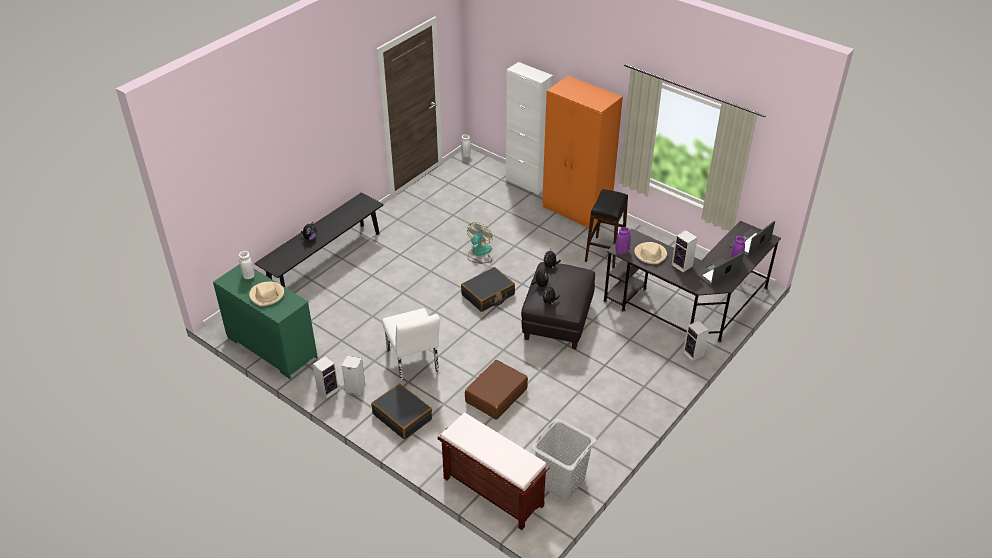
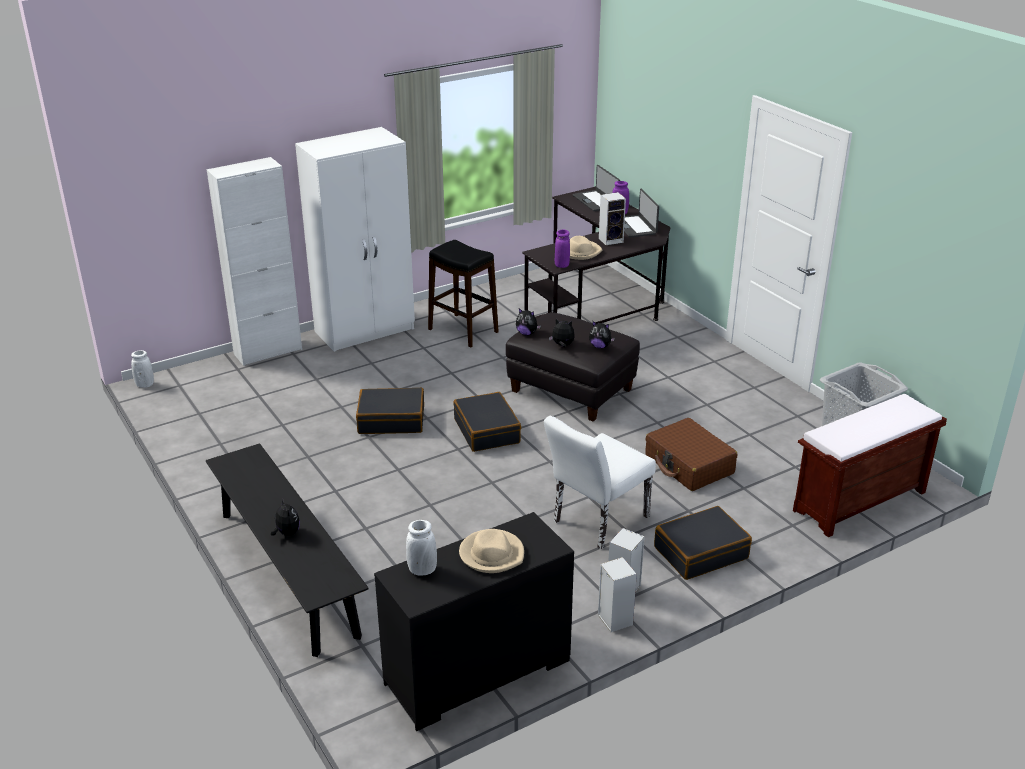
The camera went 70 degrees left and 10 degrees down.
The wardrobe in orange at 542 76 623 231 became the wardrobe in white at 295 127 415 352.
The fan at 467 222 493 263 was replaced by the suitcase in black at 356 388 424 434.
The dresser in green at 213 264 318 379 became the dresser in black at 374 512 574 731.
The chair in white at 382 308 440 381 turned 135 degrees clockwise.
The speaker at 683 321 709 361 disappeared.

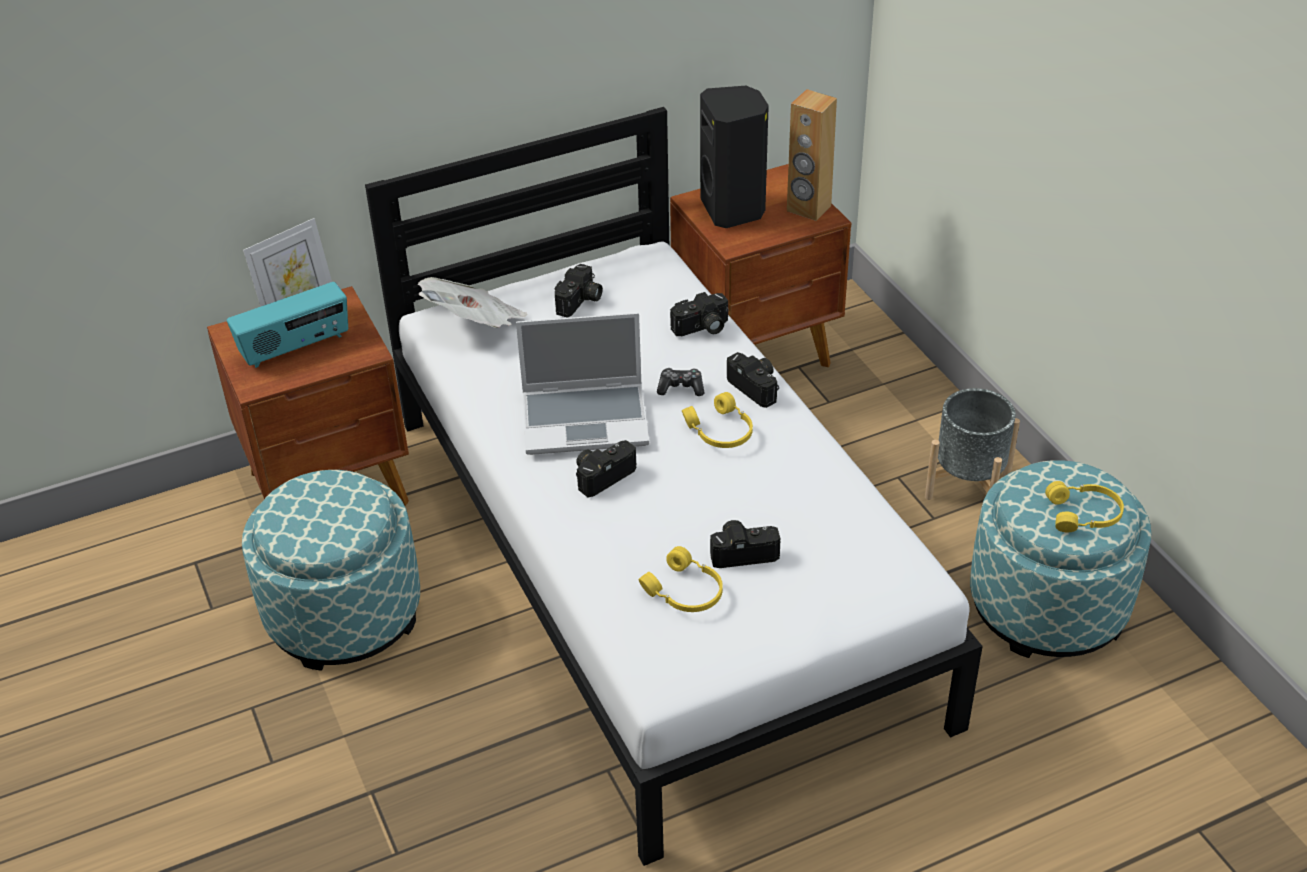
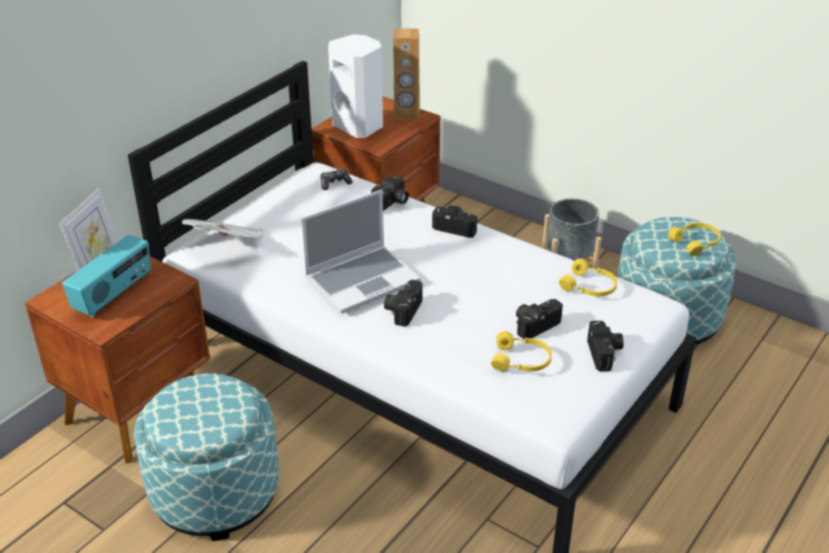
The camera went 30 degrees left and 5 degrees down.
The speaker in black at 700 86 769 228 became the speaker in white at 328 34 383 138.
The photo camera moved from 554 264 603 318 to 587 321 624 372.
The game controller moved from 657 368 704 396 to 320 169 353 190.
The headphones in yellow moved from 682 392 753 448 to 559 258 617 296.

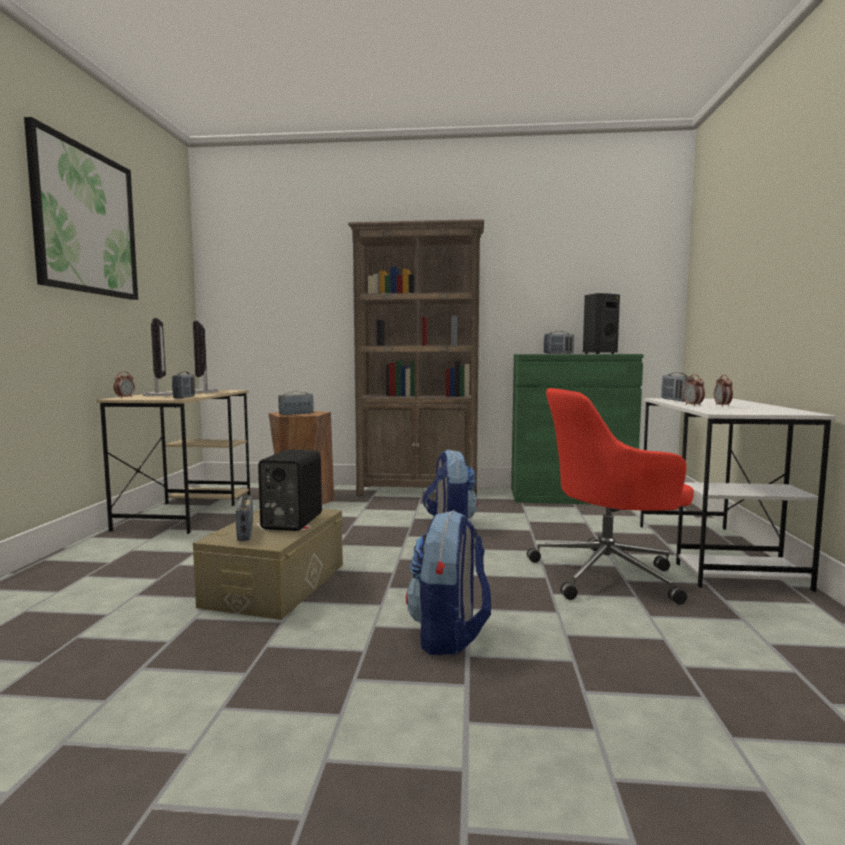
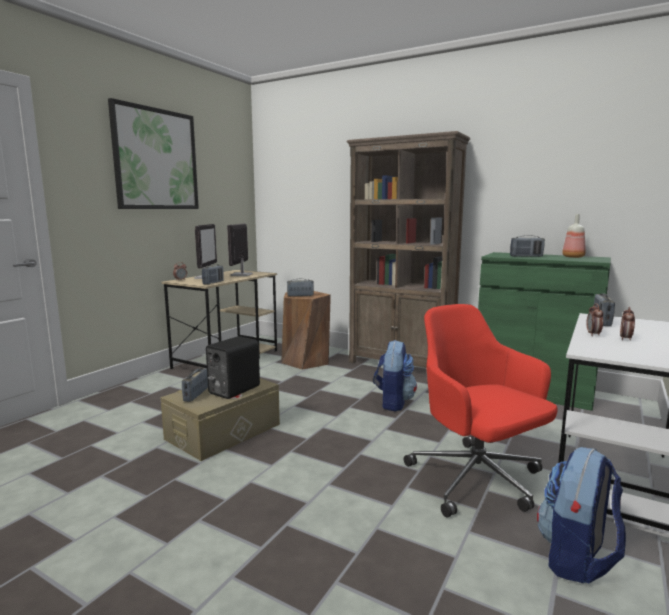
The camera went 25 degrees right and 5 degrees up.
The speaker in black at 583 293 620 354 was replaced by the bottle at 562 214 586 258.
The office chair in red at 527 388 694 605 turned 45 degrees clockwise.
The backpack moved from 406 510 491 655 to 537 447 626 583.

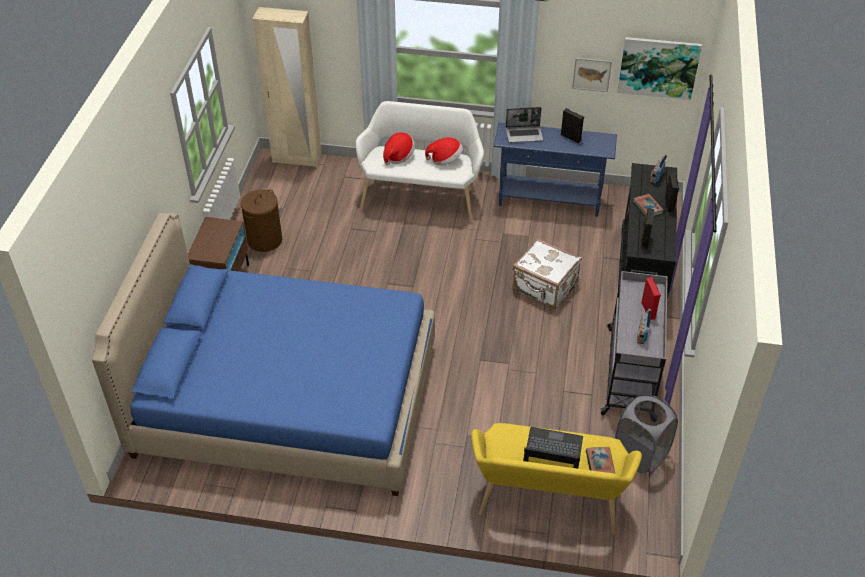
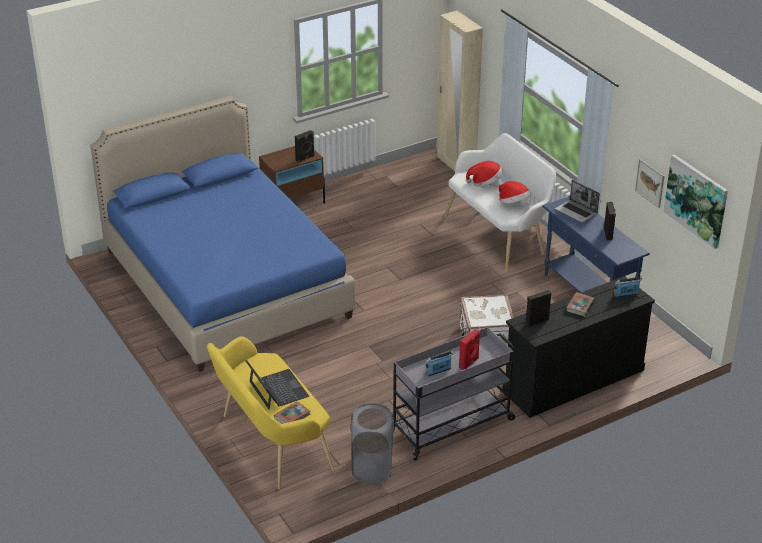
The camera went 50 degrees right and 10 degrees down.
The speaker in black moved from 665 172 679 213 to 295 130 315 162.
The laundry basket in brown at 241 189 282 252 disappeared.

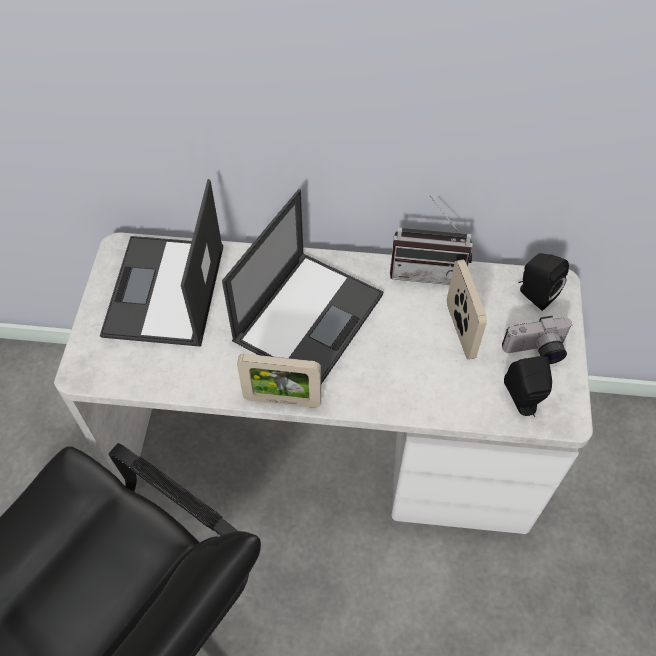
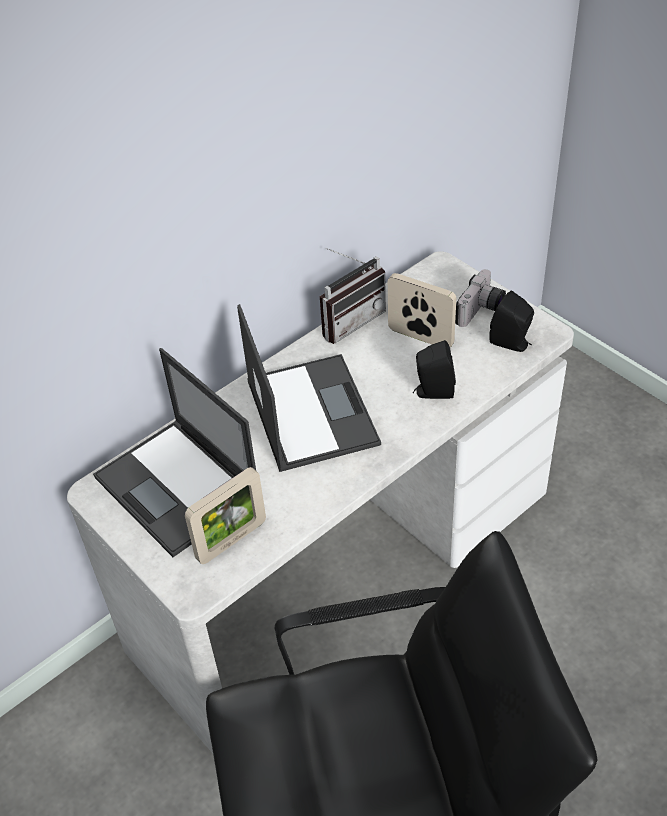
The camera went 45 degrees left and 10 degrees down.
The speaker in black moved from 518 253 569 311 to 413 340 456 399.
The picture frame moved from 237 354 321 408 to 185 467 266 564.

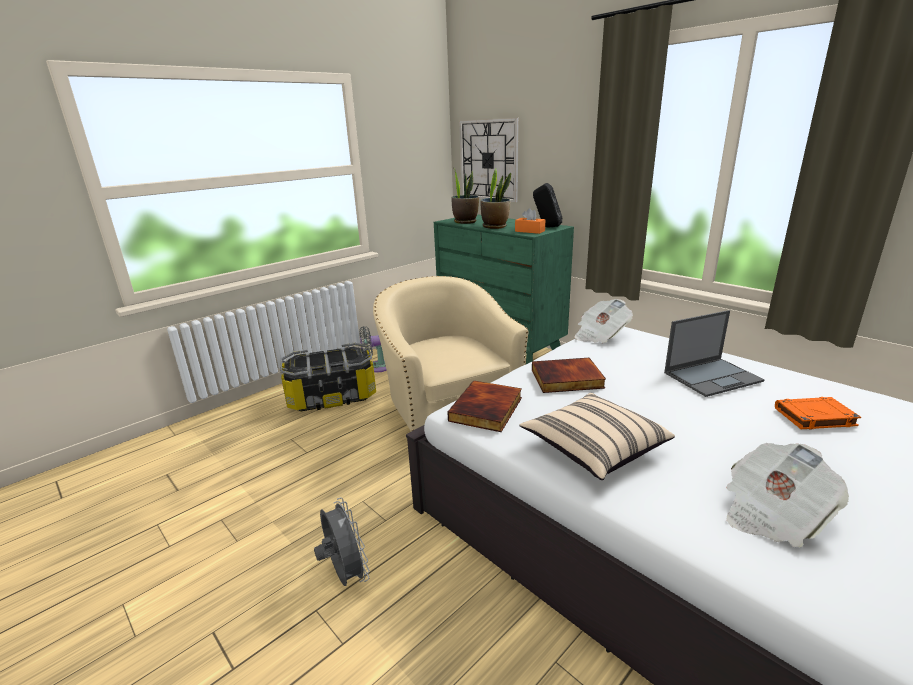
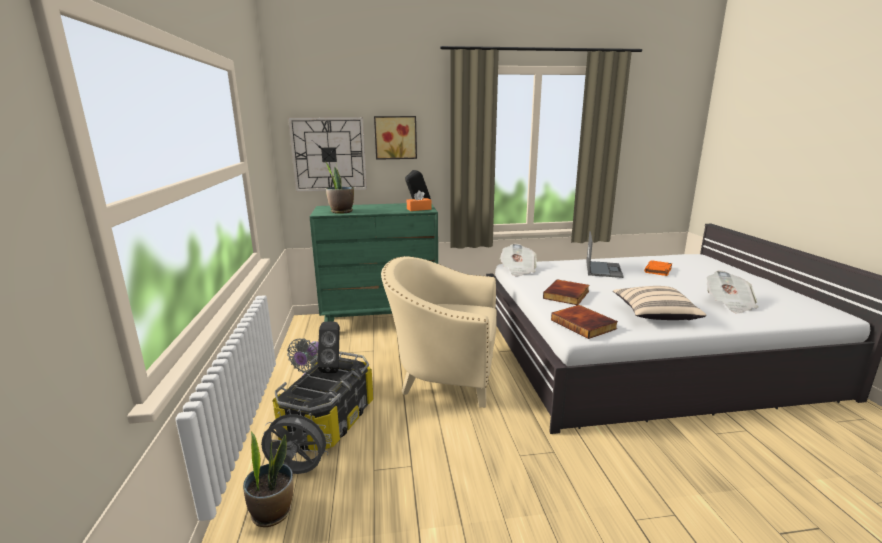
The camera went 55 degrees left and 5 degrees down.
The potted plant moved from 481 168 511 229 to 243 432 293 527.
The fan in grey moved from 314 497 370 586 to 261 409 331 474.
The picture at 374 116 417 160 appeared.
The speaker in black at 317 321 340 373 appeared.

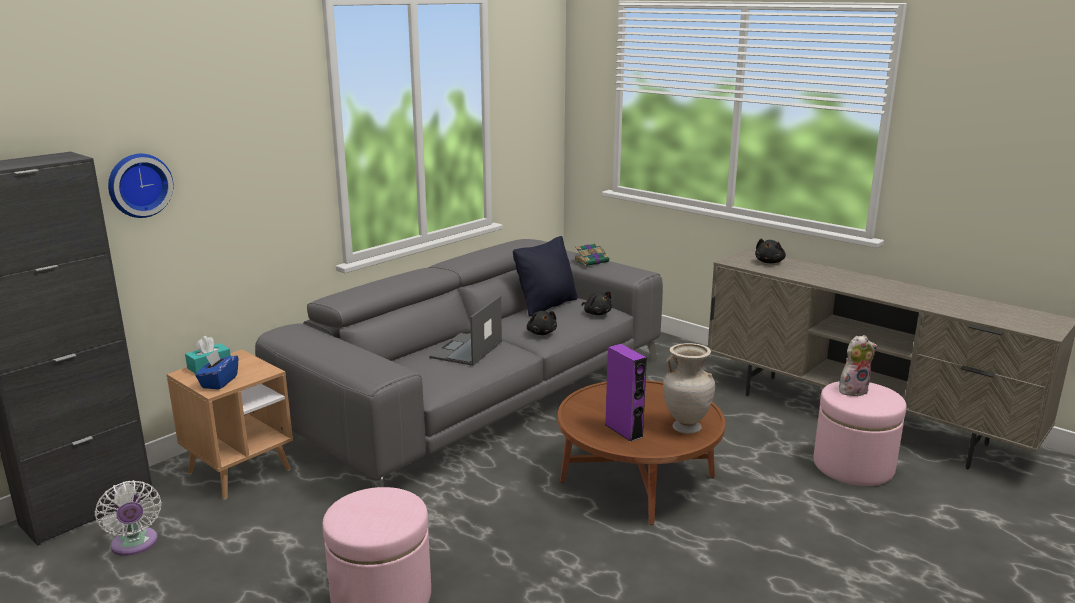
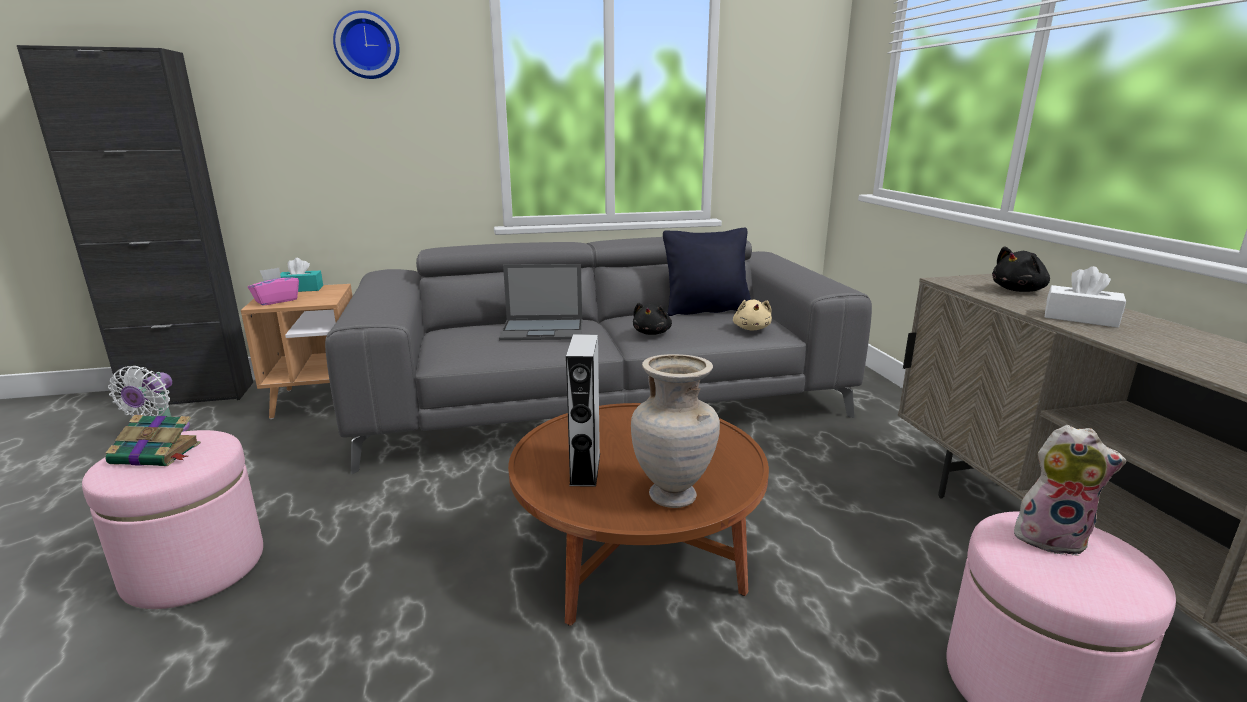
The camera went 35 degrees right and 0 degrees up.
The wall clock moved from 108 154 173 218 to 333 10 400 79.
The book moved from 574 243 609 266 to 106 415 201 466.
The plush toy in black at 582 291 612 315 became the plush toy in beige at 733 299 772 330.
The laptop at 429 296 502 366 turned 150 degrees counterclockwise.
The speaker in purple at 605 344 647 442 became the speaker in grey at 566 334 600 487.
The tissue box in blue at 195 350 238 390 became the tissue box in pink at 248 268 299 306.
The tissue box in white at 1045 266 1126 328 appeared.

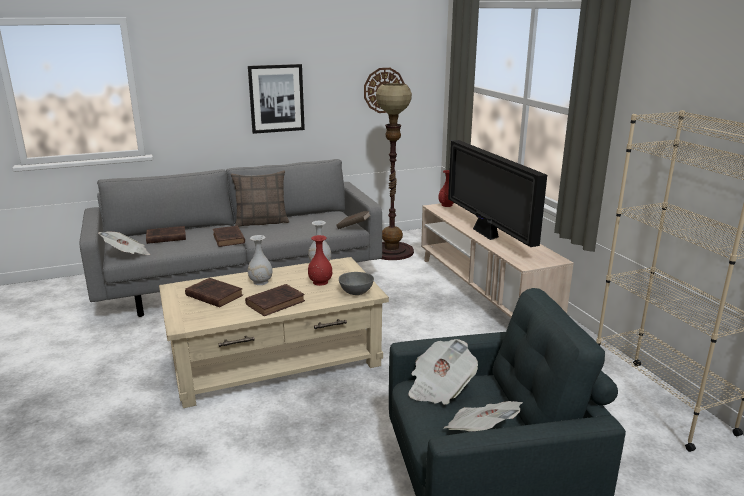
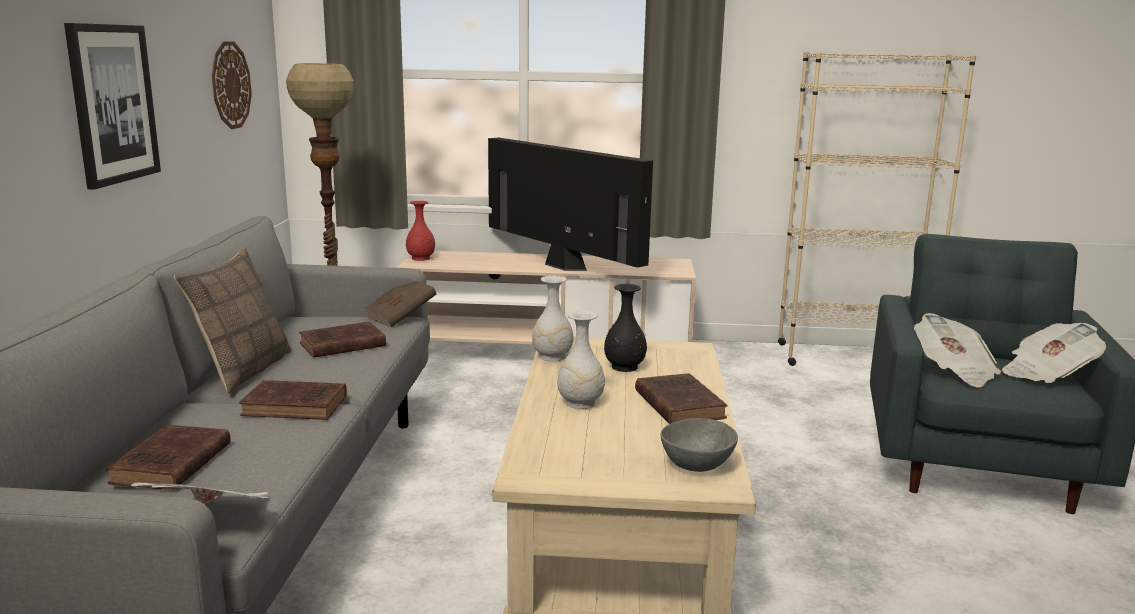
The camera went 65 degrees left and 5 degrees down.
The television at 448 140 547 247 turned 135 degrees counterclockwise.
The vase in red at 308 235 332 286 became the vase in black at 604 284 647 372.
The bowl in grey moved from 339 272 374 295 to 661 418 738 472.
The book in brown moved from 185 278 243 307 to 299 322 386 358.

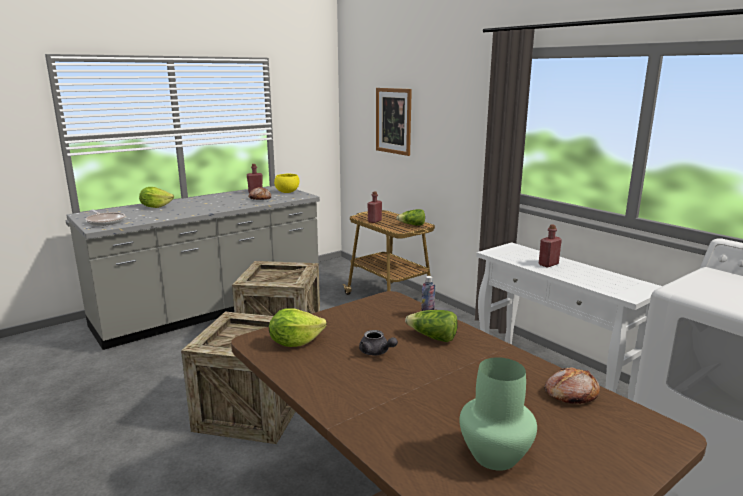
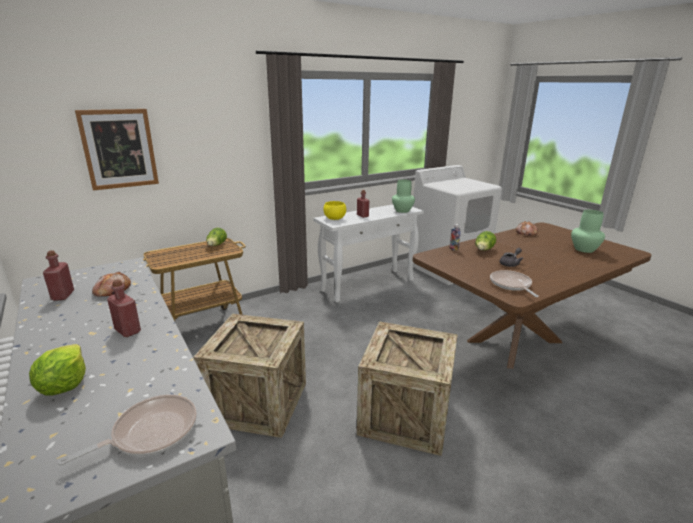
The camera went 85 degrees left and 5 degrees up.
The bowl in yellow moved from 274 173 300 193 to 323 201 346 220.
The bottle in red moved from 368 191 382 223 to 107 280 141 337.
The lettuce at 269 308 327 347 was replaced by the frying pan at 490 270 539 297.
The vase in green at 392 179 415 213 appeared.

